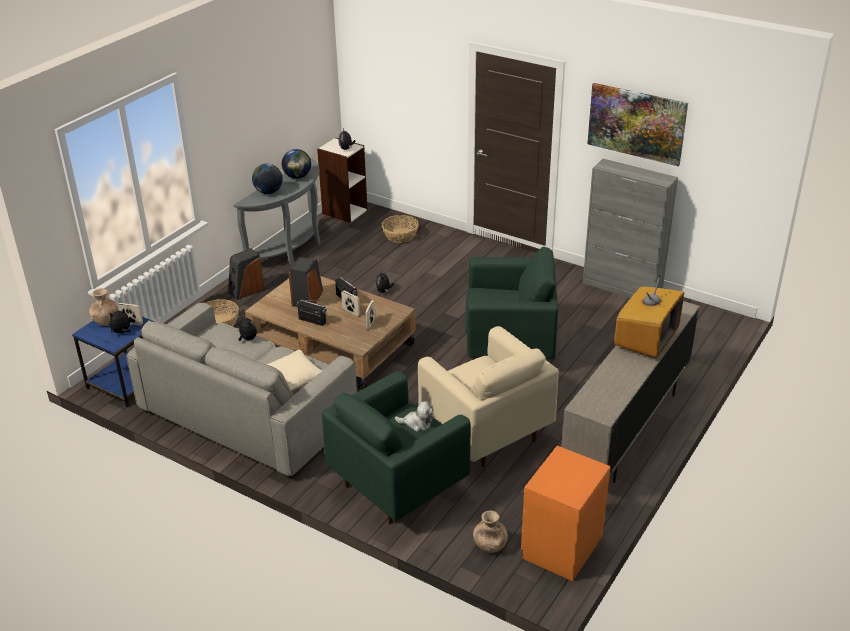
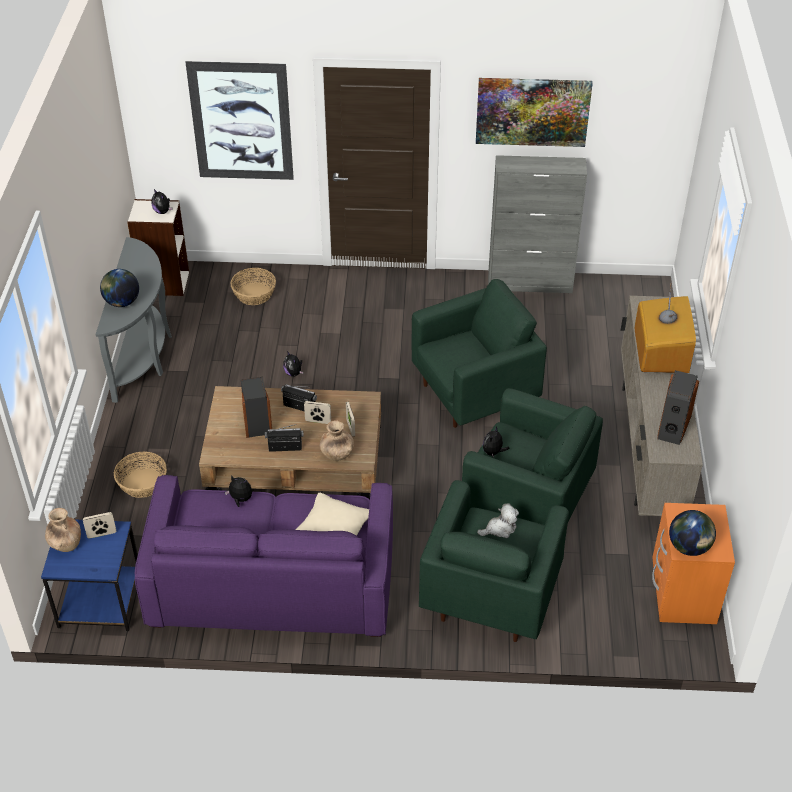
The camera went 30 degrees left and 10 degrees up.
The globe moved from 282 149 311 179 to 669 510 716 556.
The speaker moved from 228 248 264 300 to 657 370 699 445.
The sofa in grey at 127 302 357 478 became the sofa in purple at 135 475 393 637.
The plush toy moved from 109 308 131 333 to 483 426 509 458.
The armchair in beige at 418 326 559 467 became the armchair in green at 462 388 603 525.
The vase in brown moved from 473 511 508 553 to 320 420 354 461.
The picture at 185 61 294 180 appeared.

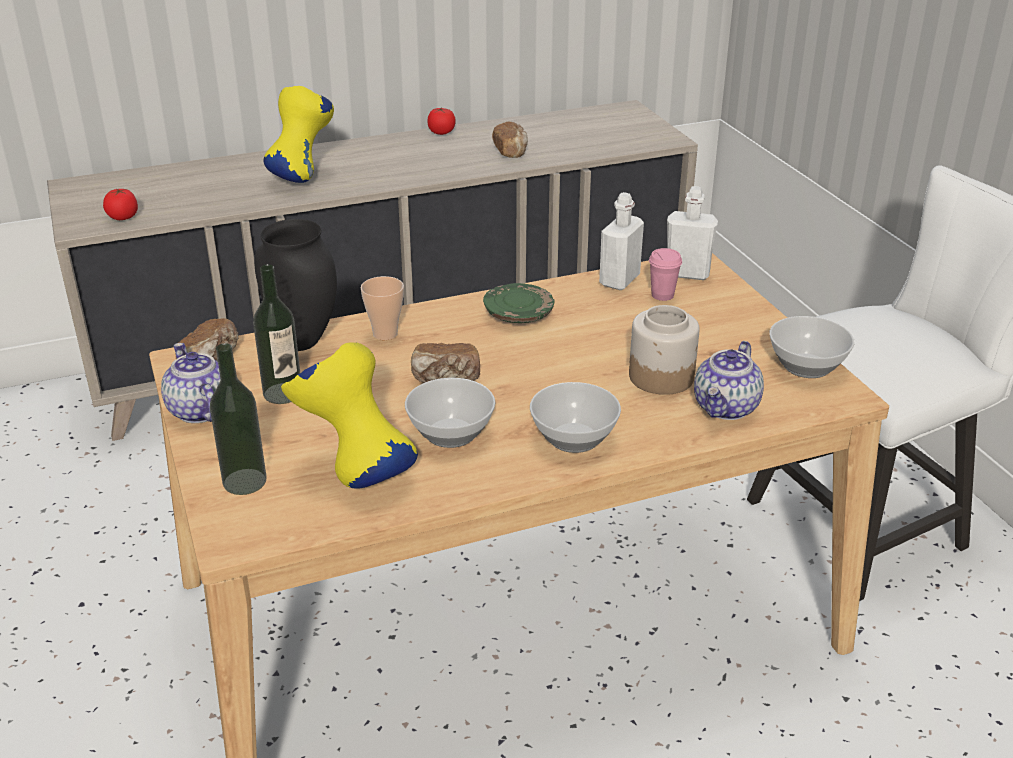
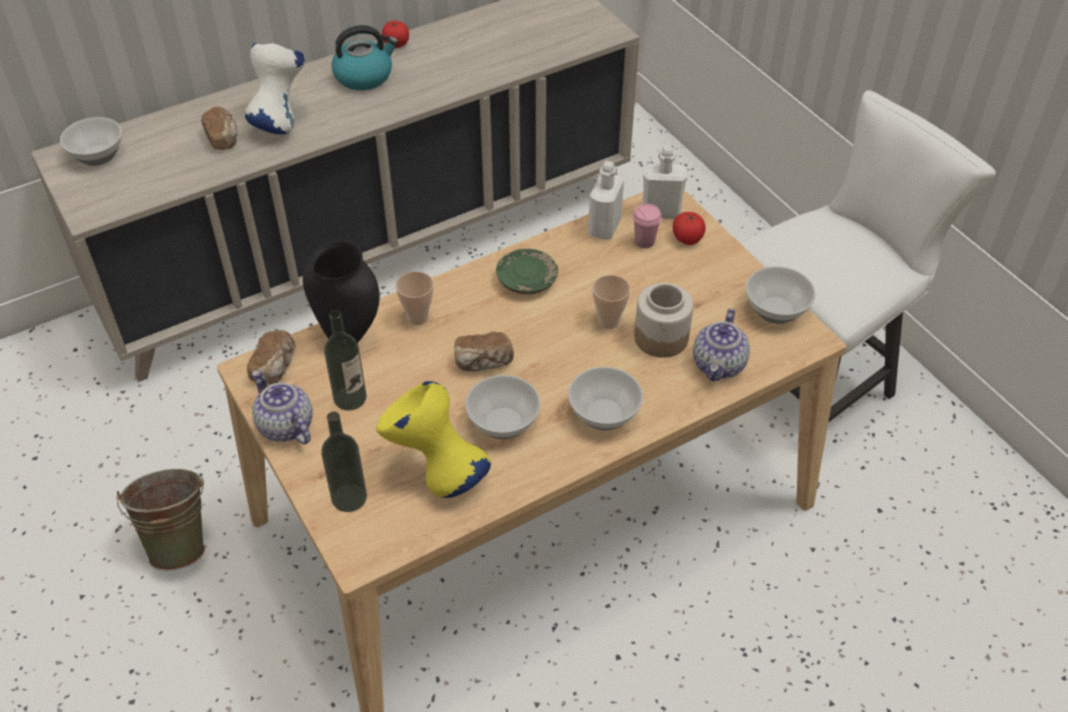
The camera went 10 degrees left and 15 degrees up.
The vase in yellow at 263 86 334 183 became the vase in white at 245 43 305 135.
The bread moved from 492 121 528 158 to 201 107 238 150.
The tomato moved from 103 189 138 220 to 673 212 706 245.
The kettle at 331 25 398 90 appeared.
The bowl at 60 117 122 166 appeared.
The cup at 592 275 630 329 appeared.
The bucket in green at 117 469 205 571 appeared.

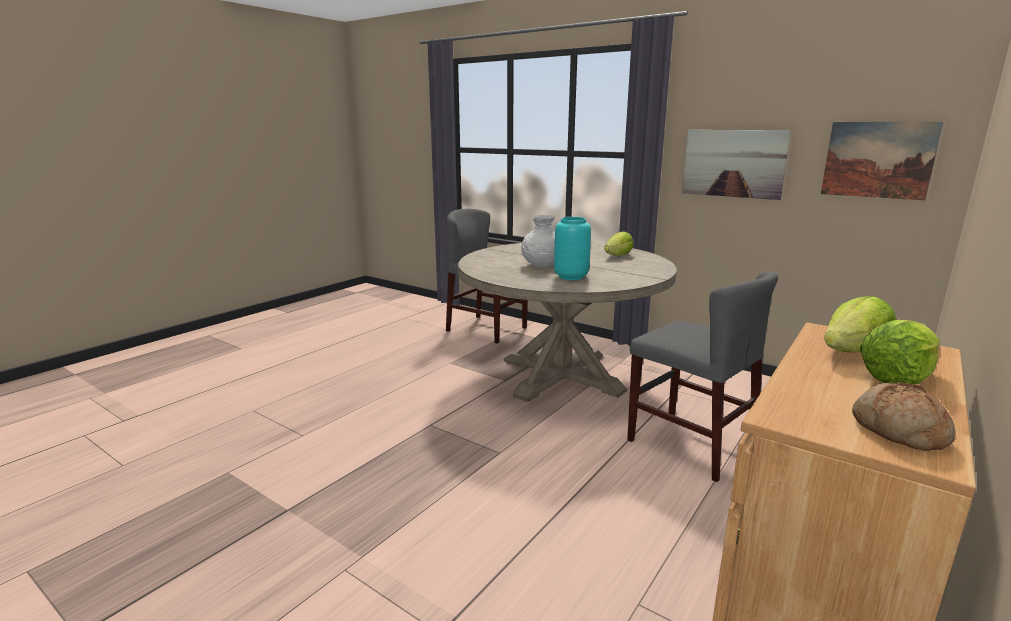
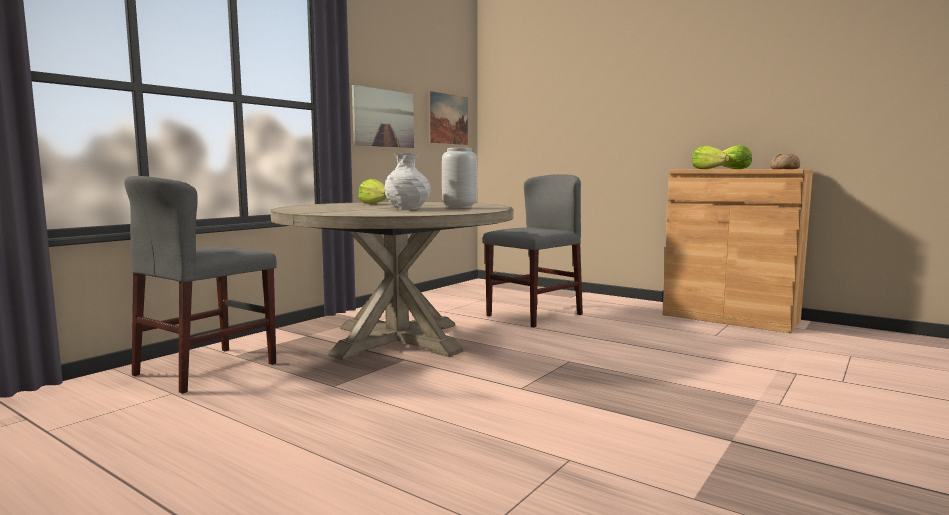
The camera went 90 degrees left and 10 degrees down.
The vase in turquoise at 554 217 591 280 became the vase in grey at 442 148 477 208.

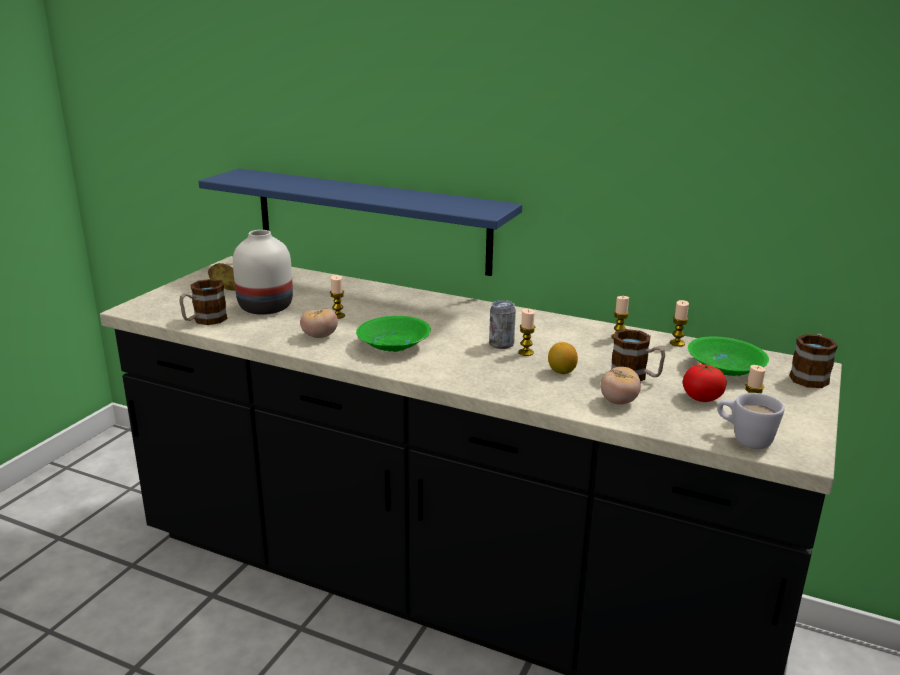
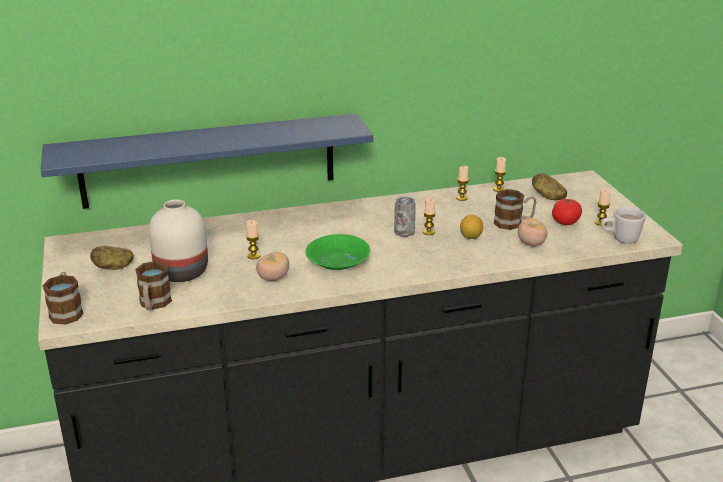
The camera went 40 degrees left and 5 degrees up.
The mug moved from 789 334 838 388 to 43 272 84 325.
The bowl in green at 688 336 769 376 was replaced by the potato at 532 173 567 200.

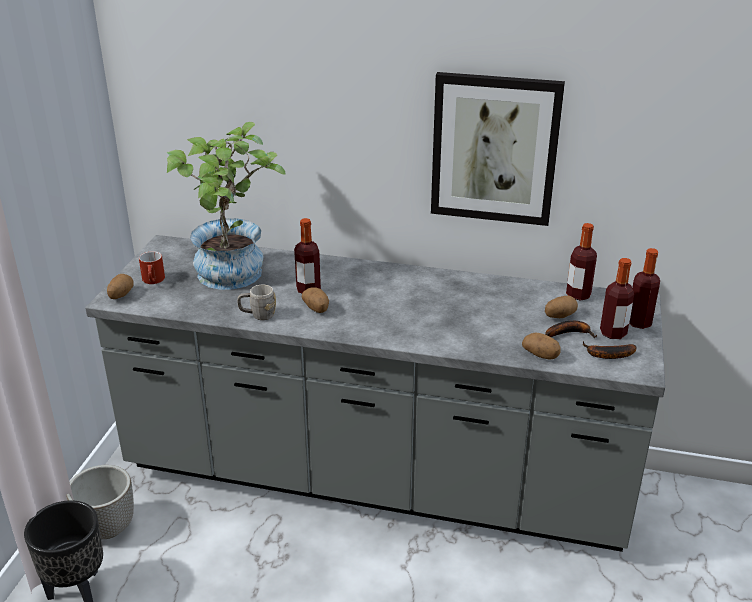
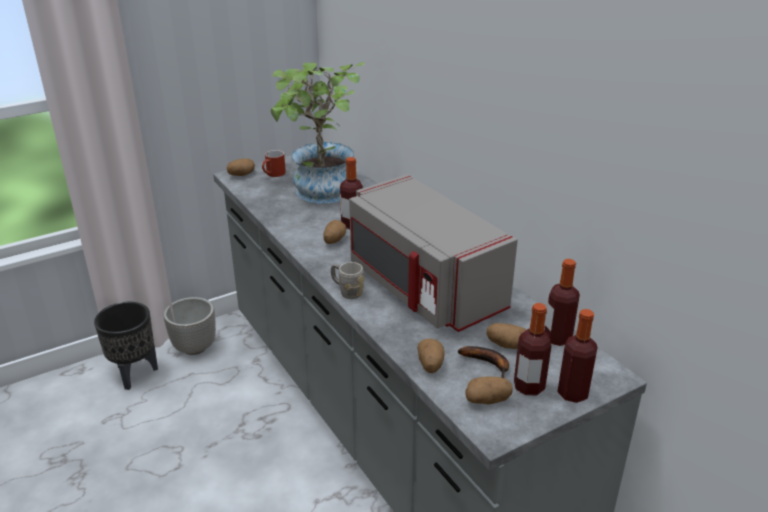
The camera went 45 degrees right and 0 degrees up.
The picture at 431 72 565 226 disappeared.
The mug in grey moved from 237 285 276 320 to 331 262 364 299.
The banana at 583 341 637 359 was replaced by the potato at 465 377 513 404.
The microwave in grey at 349 174 518 332 appeared.

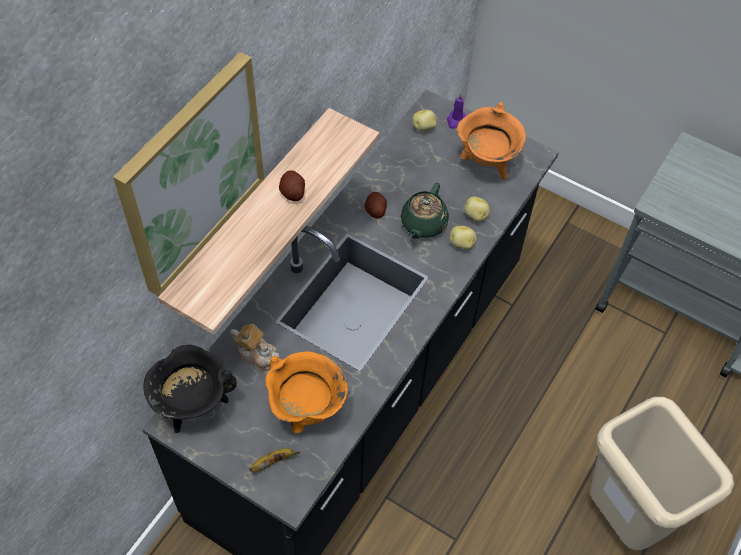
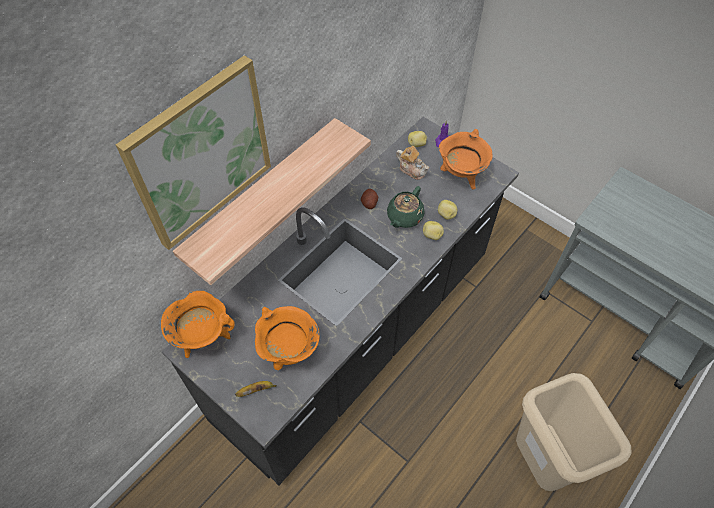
The camera went 10 degrees right and 0 degrees up.
The potato at 279 170 305 201 disappeared.
The teapot moved from 230 324 279 370 to 396 146 429 180.
The cooking pot in black at 143 345 237 433 became the cooking pot in orange at 161 291 235 358.

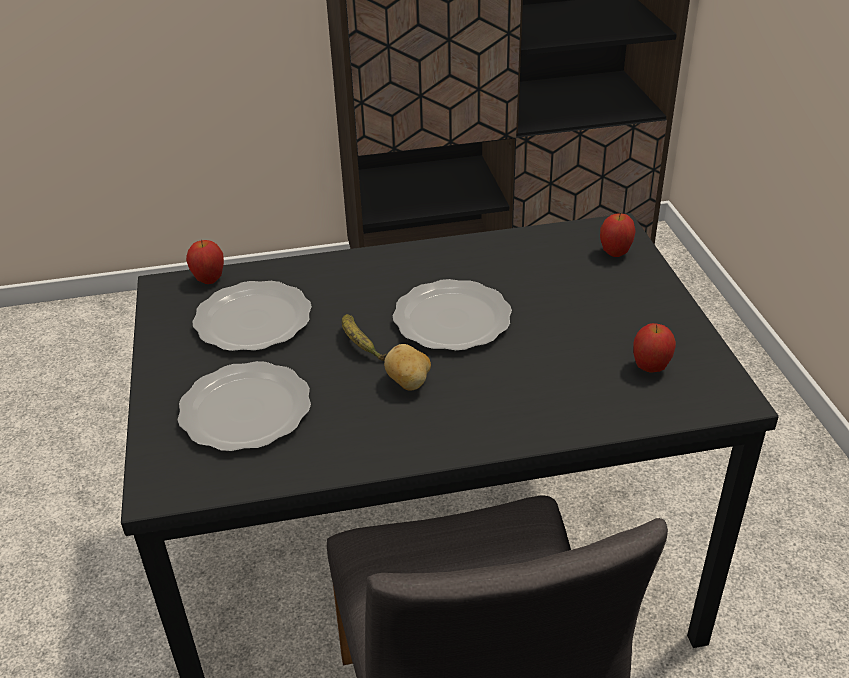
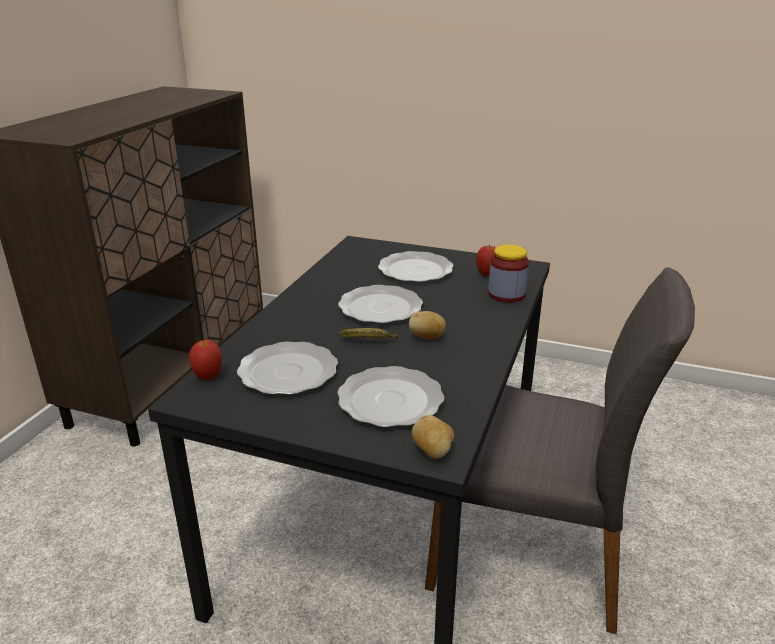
The camera went 60 degrees left and 10 degrees down.
The apple at 600 213 636 257 disappeared.
The jar at 488 245 529 302 appeared.
The plate at 378 251 453 282 appeared.
The potato at 412 415 454 459 appeared.

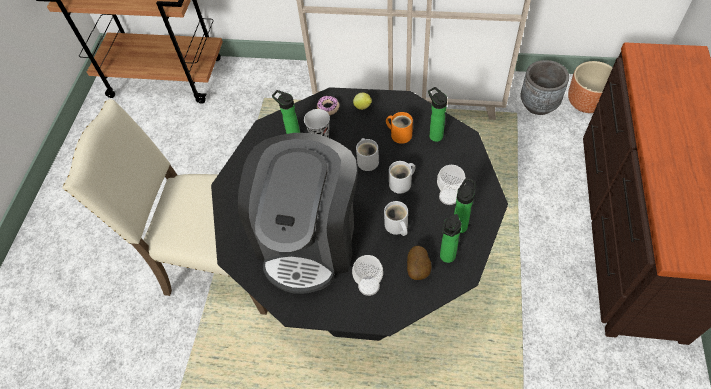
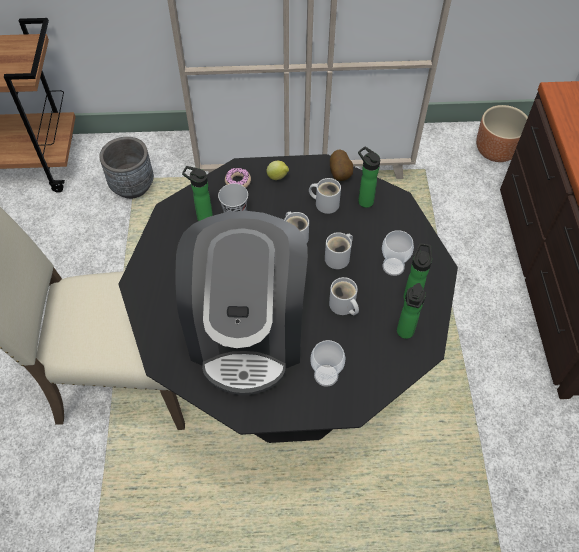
The camera went 15 degrees left and 0 degrees up.
The planter in grey moved from 520 60 569 115 to 99 137 154 199.
The mug in orange at 386 112 413 144 became the mug in white at 309 178 341 214.
The potato moved from 407 246 431 280 to 330 150 353 181.

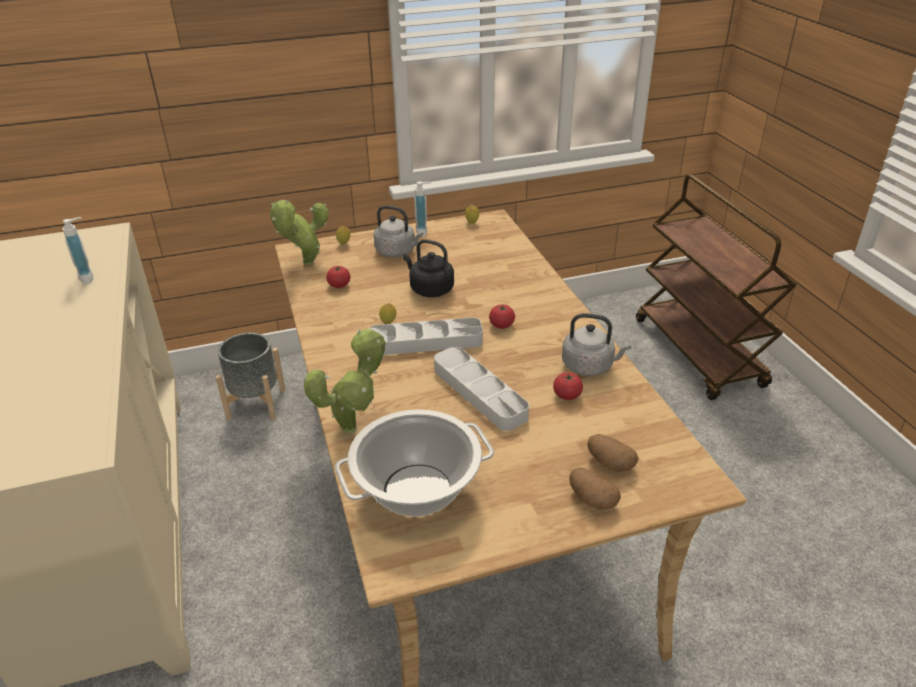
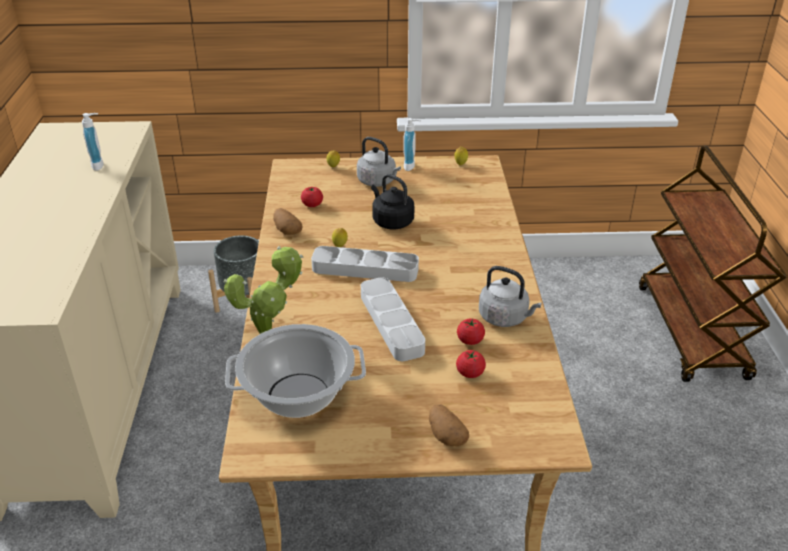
The camera went 15 degrees right and 0 degrees up.
The potted plant at 270 200 329 265 disappeared.
The tomato moved from 489 305 515 329 to 456 350 486 378.
The potato moved from 587 434 638 472 to 273 208 302 235.

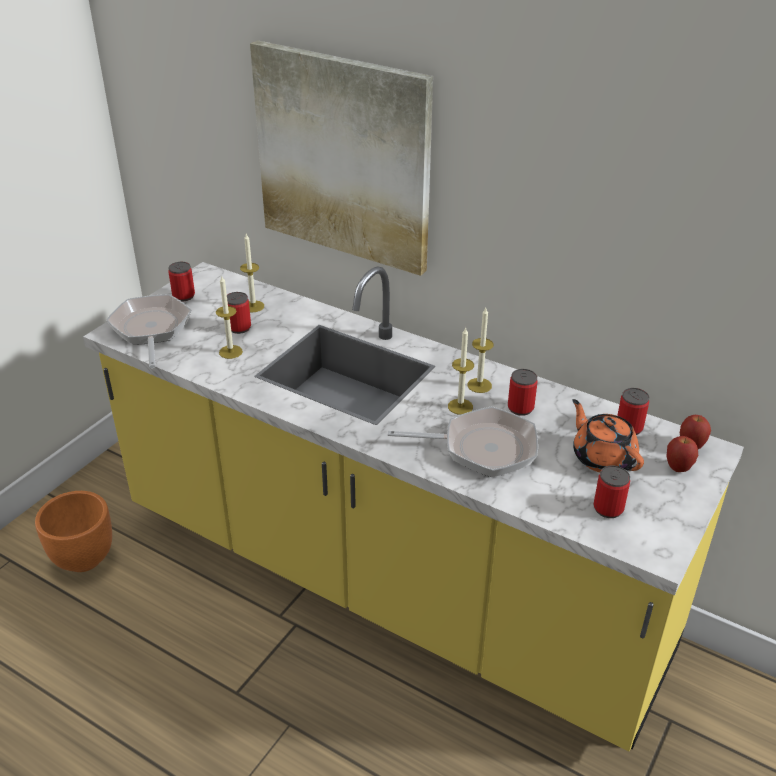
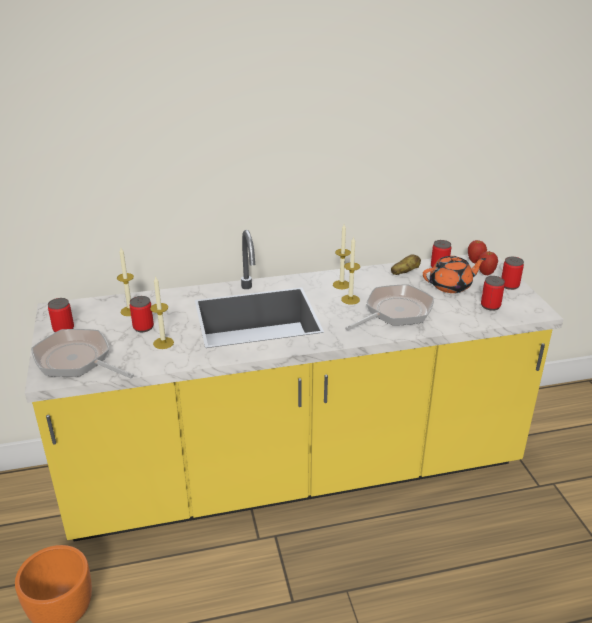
The camera went 45 degrees left and 5 degrees down.
The picture at 250 40 433 276 disappeared.
The can moved from 508 369 538 416 to 501 257 524 290.
The teapot in orange at 572 399 644 472 turned 150 degrees clockwise.
The potato at 391 254 421 275 appeared.

